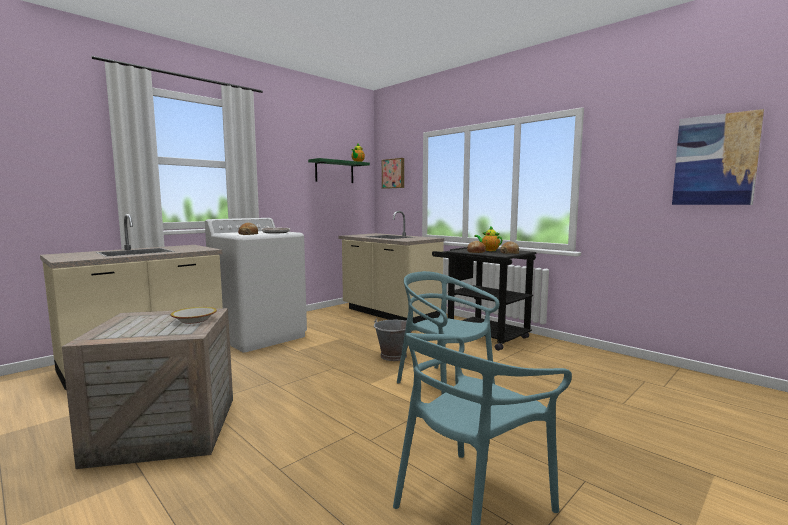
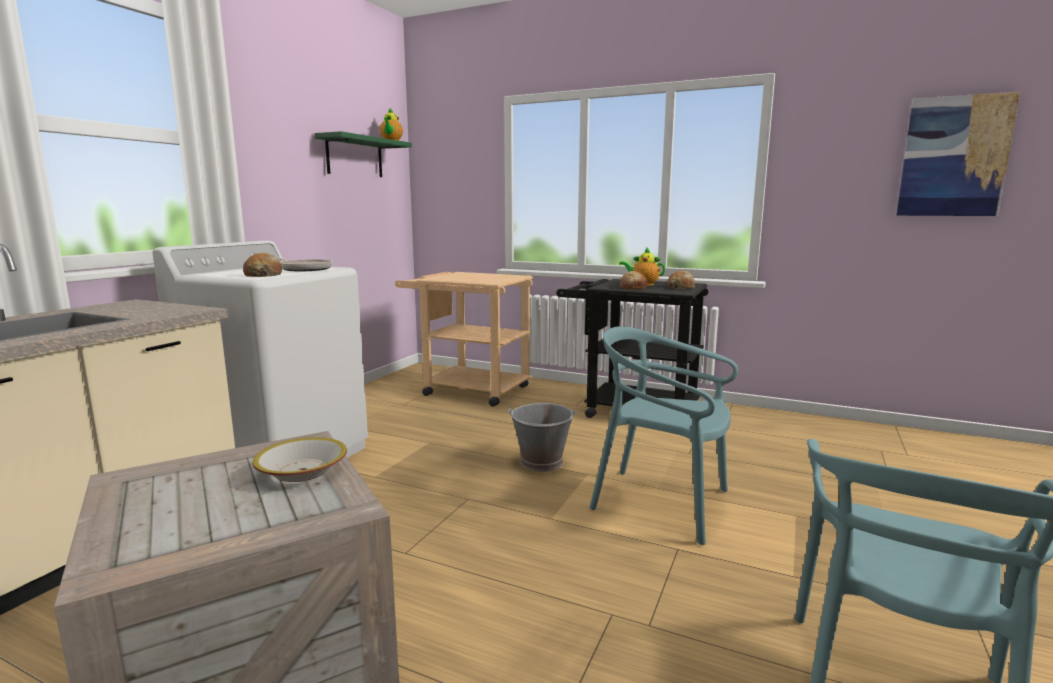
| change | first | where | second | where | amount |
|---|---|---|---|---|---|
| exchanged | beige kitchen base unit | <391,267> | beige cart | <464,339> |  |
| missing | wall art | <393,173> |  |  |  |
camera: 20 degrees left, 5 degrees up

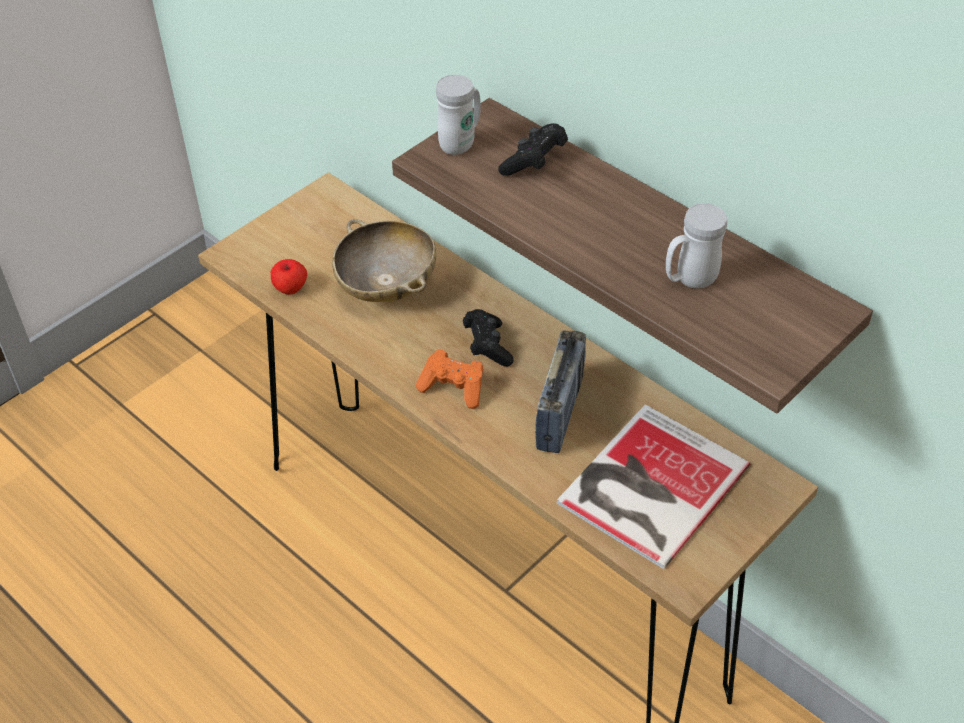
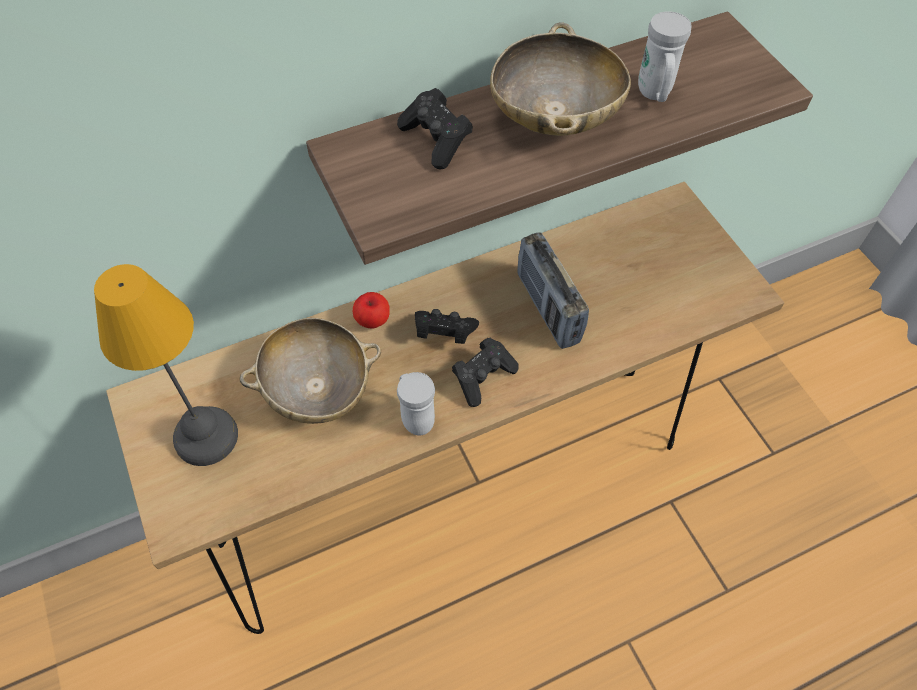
| change | first | where | second | where | amount |
|---|---|---|---|---|---|
| appeared |  |  | tabletop lamp | <166,365> |  |
| relocated | whole apple | <289,277> |  | <371,310> |  |
| relocated | white mug | <458,115> |  | <416,403> |  |
| colour | orangey joypad | <450,379> | blackish joypad | <485,372> |  |
| appeared |  |  | beige serving bowl | <560,79> |  |
| spun | radio set | <560,391> |  | <553,290> | 150 degrees counterclockwise |
| missing | volume | <653,486> |  |  |  |
camera: 70 degrees left, 10 degrees up

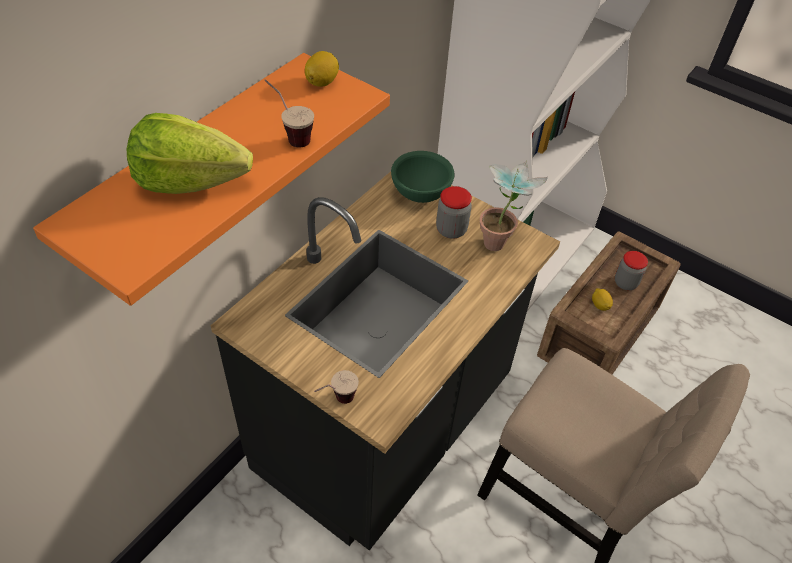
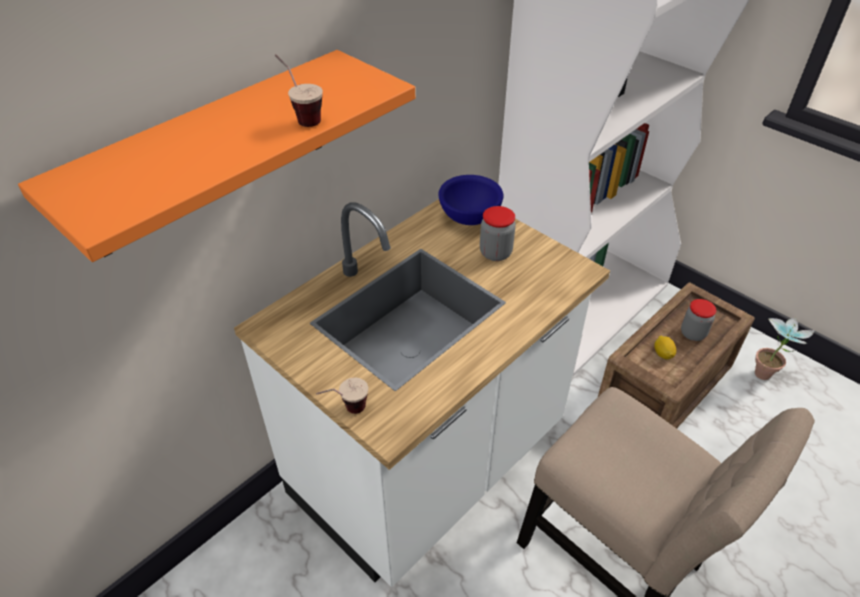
| change | first | where | second | where | amount |
|---|---|---|---|---|---|
| colour | blackish kitchen base unit | <385,361> | white kitchen base unit | <422,393> |  |
| colour | green serving bowl | <423,177> | blue serving bowl | <470,200> |  |
| relocated | potted plant | <514,206> |  | <785,348> |  |
| missing | lettuce | <190,153> |  |  |  |
| missing | lemon | <322,69> |  |  |  |
camera: 10 degrees right, 5 degrees down

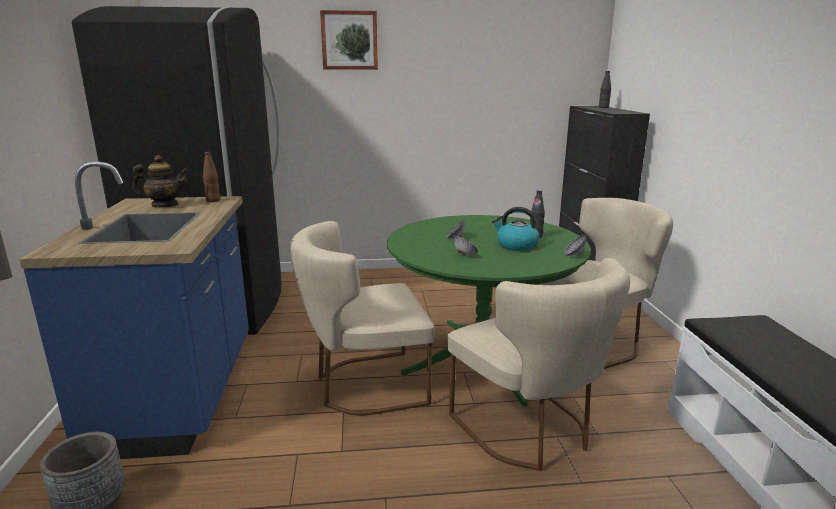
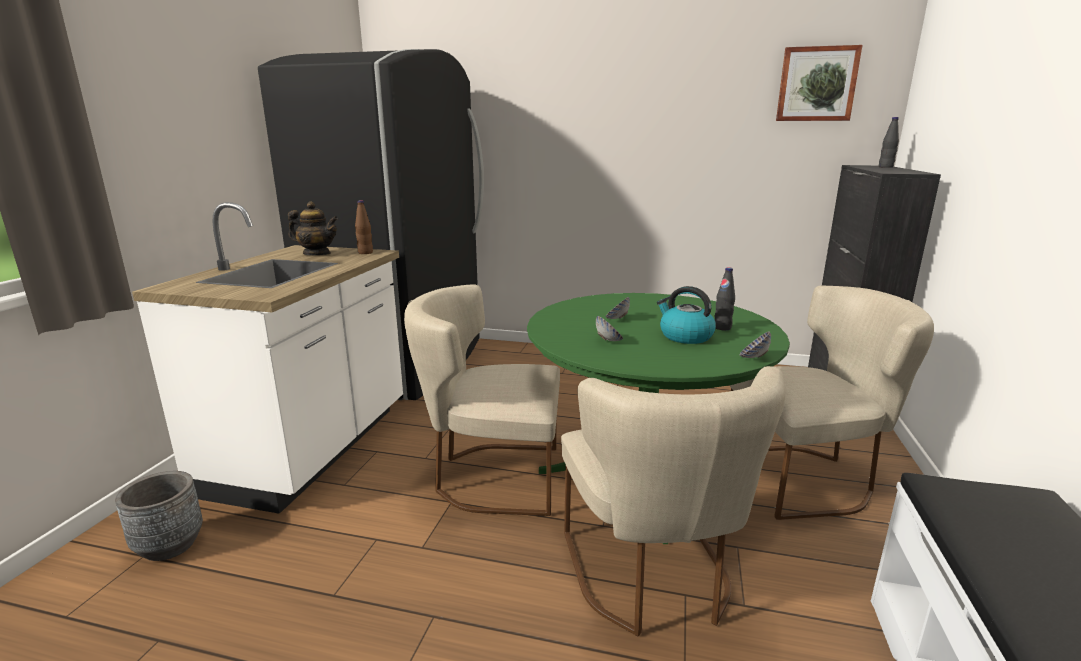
| change | first | where | second | where | amount |
|---|---|---|---|---|---|
| colour | blue kitchen base unit | <134,310> | white kitchen base unit | <267,358> |  |
| relocated | wall art | <349,40> |  | <819,83> |  |
camera: 20 degrees right, 0 degrees up

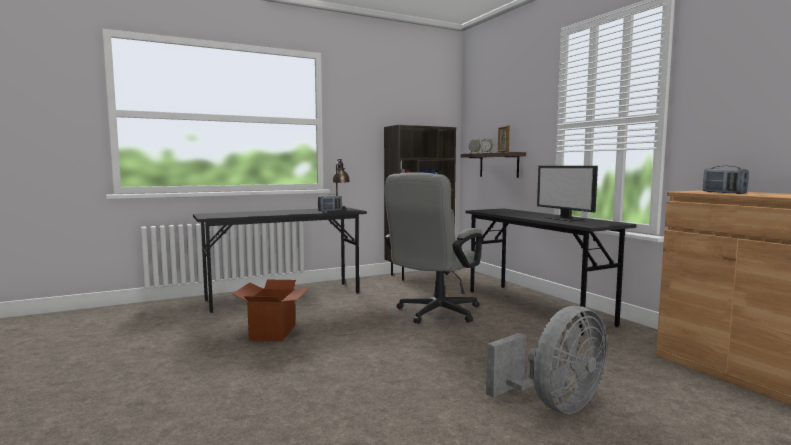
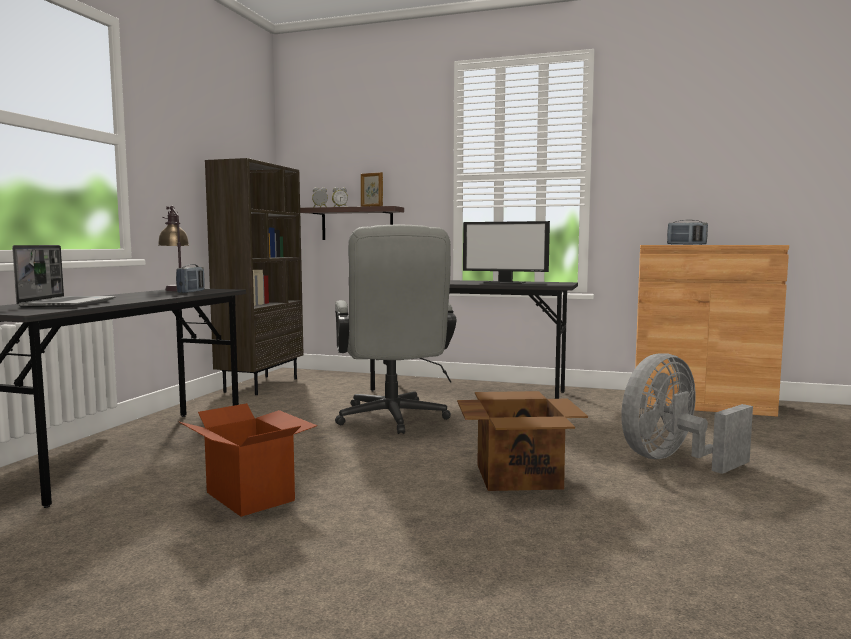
| change | first | where | second | where | amount |
|---|---|---|---|---|---|
| appeared |  |  | laptop | <64,276> |  |
| appeared |  |  | cardboard box | <522,441> |  |
| spun | gray electric fan | <546,360> |  | <687,413> | 135 degrees counterclockwise |
camera: 45 degrees left, 0 degrees up

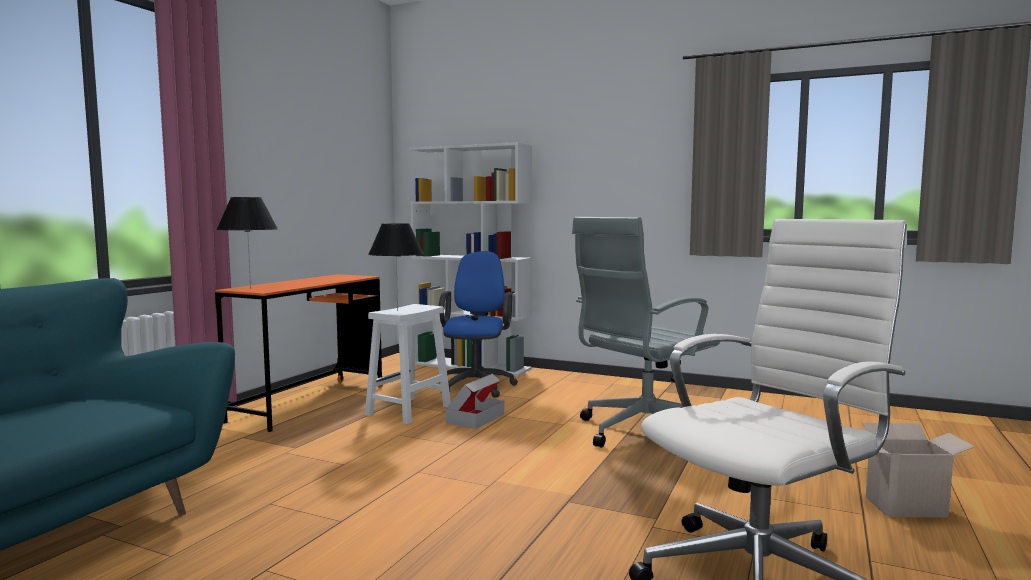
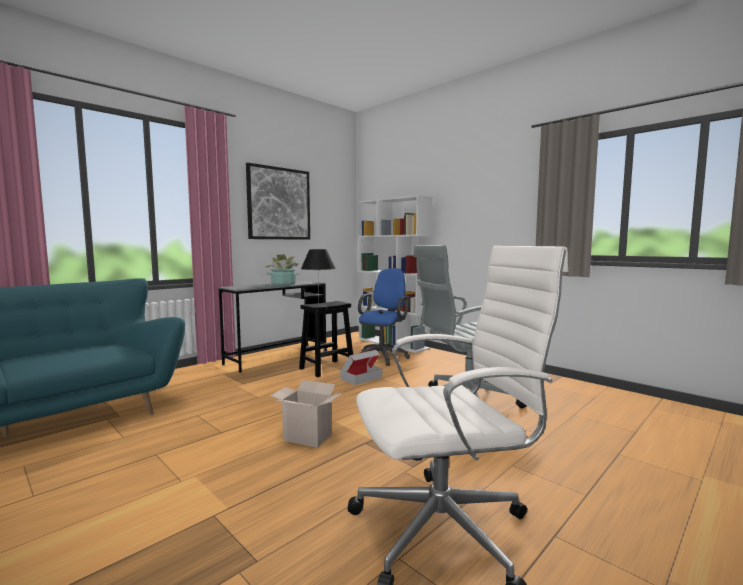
| change | first | where | second | where | amount |
|---|---|---|---|---|---|
| colour | orangey desk table | <299,353> | gray desk table | <273,327> |  |
| appeared |  |  | wall art | <278,201> |  |
| appeared |  |  | potted plant | <282,269> |  |
| relocated | cardboard box | <918,470> |  | <306,414> |  |
| colour | white stool seat | <408,364> | blackish stool seat | <326,339> |  |
| missing | blackish tabletop lamp | <247,243> |  |  |  |
camera: 20 degrees right, 0 degrees up

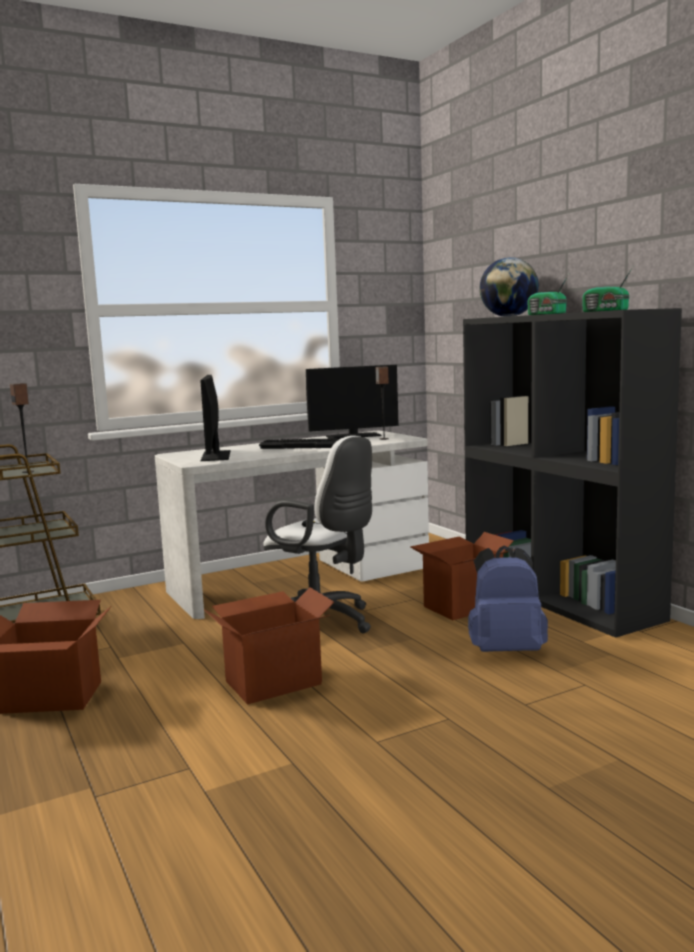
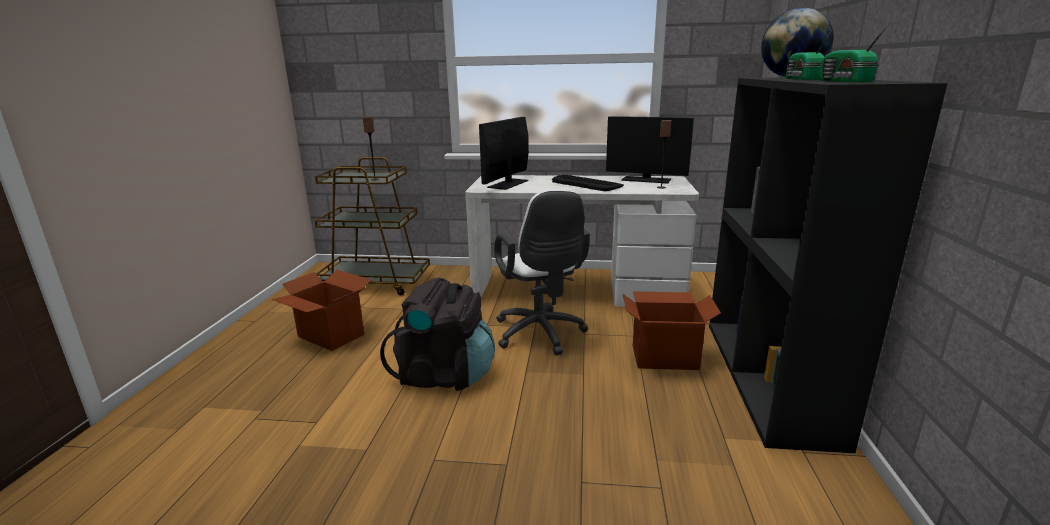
| change | first | where | second | where | amount |
|---|---|---|---|---|---|
| exchanged | cardboard box | <268,646> | blackish knapsack | <437,334> |  |
| missing | blue knapsack | <508,599> |  |  |  |
camera: 35 degrees right, 10 degrees up

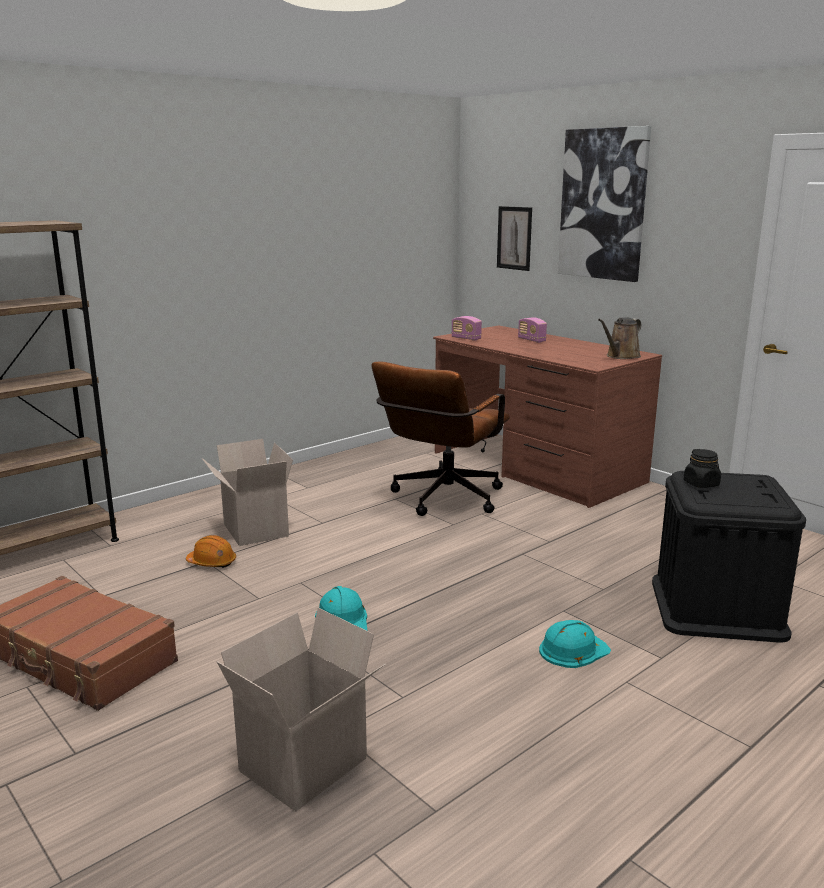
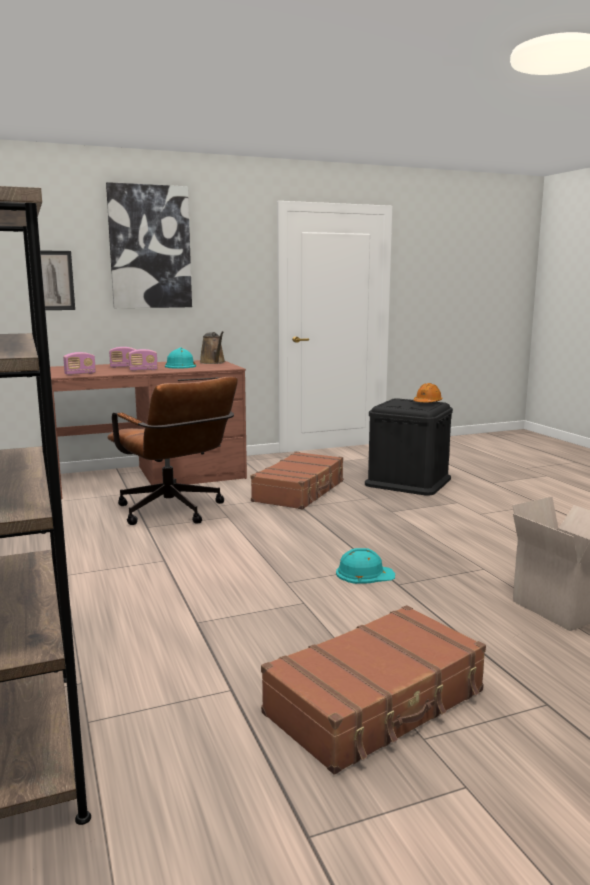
| change | first | where | second | where | amount |
|---|---|---|---|---|---|
| appeared |  |  | radio set | <143,360> |  |
| relocated | turquoise work helmet | <575,644> |  | <180,358> |  |
| appeared |  |  | brown-coloured suitcase | <297,481> |  |
| relocated | orangey work helmet | <211,551> |  | <428,392> |  |
| missing | cardboard box | <247,492> |  |  |  |
| missing | blackish jar | <702,468> |  |  |  |
camera: 70 degrees left, 5 degrees down

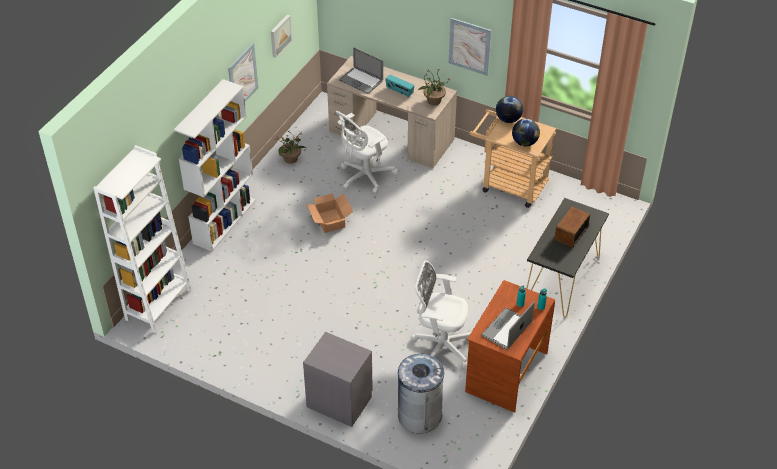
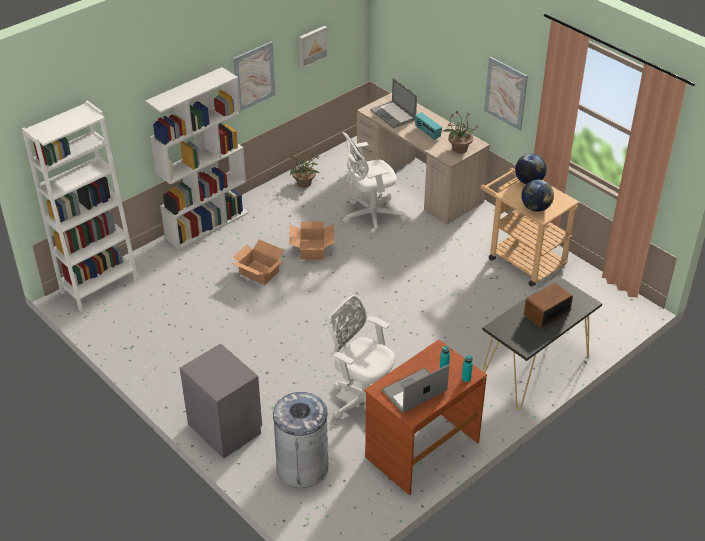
| change | first | where | second | where | amount |
|---|---|---|---|---|---|
| appeared |  |  | cardboard box | <258,262> |  |
camera: 20 degrees right, 5 degrees down

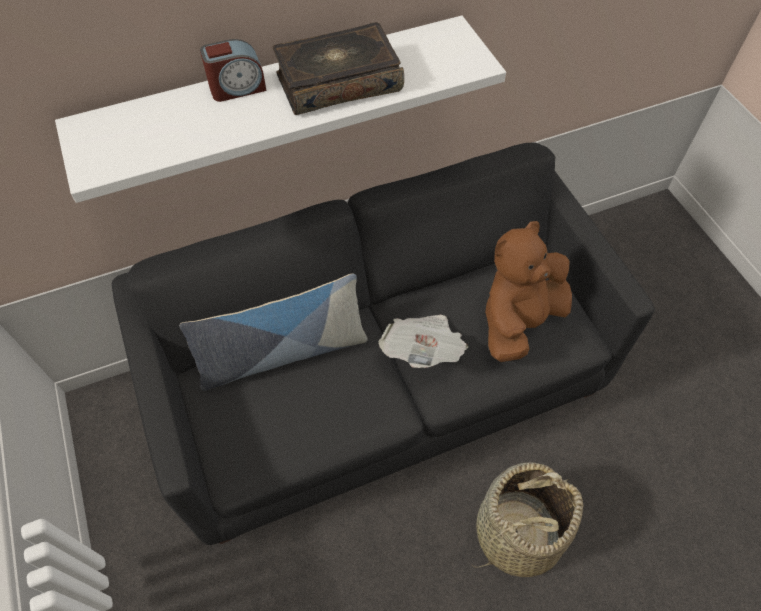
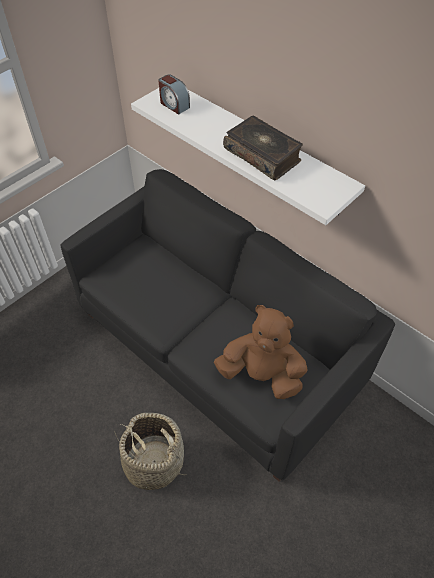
| change | first | where | second | where | amount |
|---|---|---|---|---|---|
| relocated | table clock | <233,70> |  | <174,94> |  |
| missing | throw pillow | <273,332> |  |  |  |
| missing | printed paper | <423,341> |  |  |  |
camera: 65 degrees right, 5 degrees down

